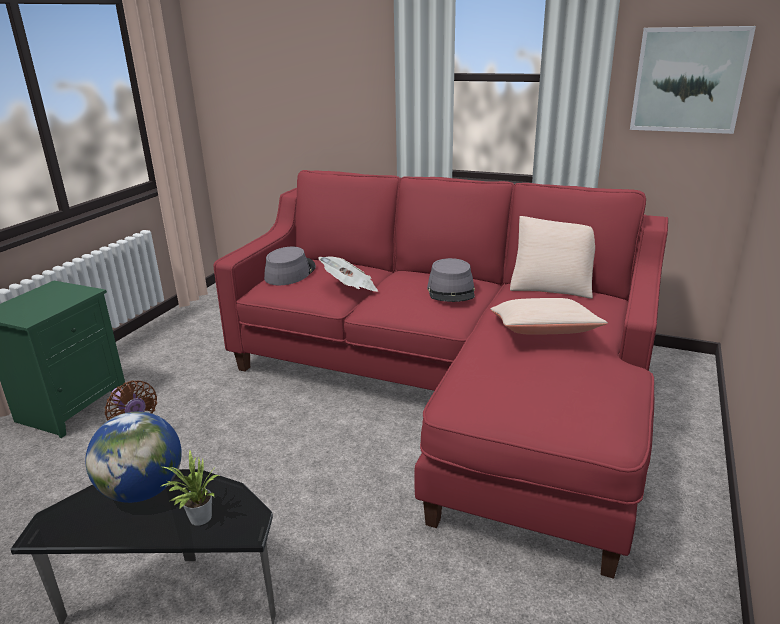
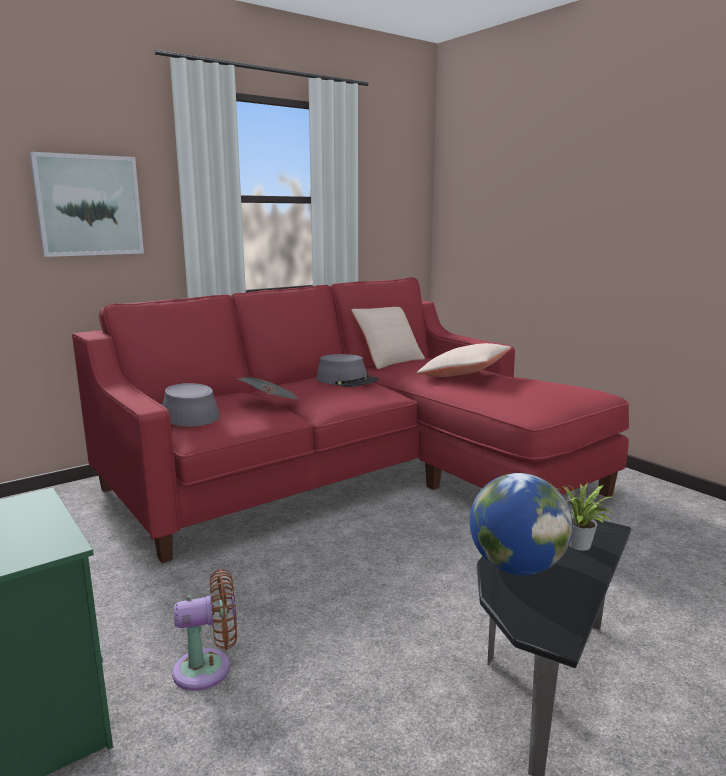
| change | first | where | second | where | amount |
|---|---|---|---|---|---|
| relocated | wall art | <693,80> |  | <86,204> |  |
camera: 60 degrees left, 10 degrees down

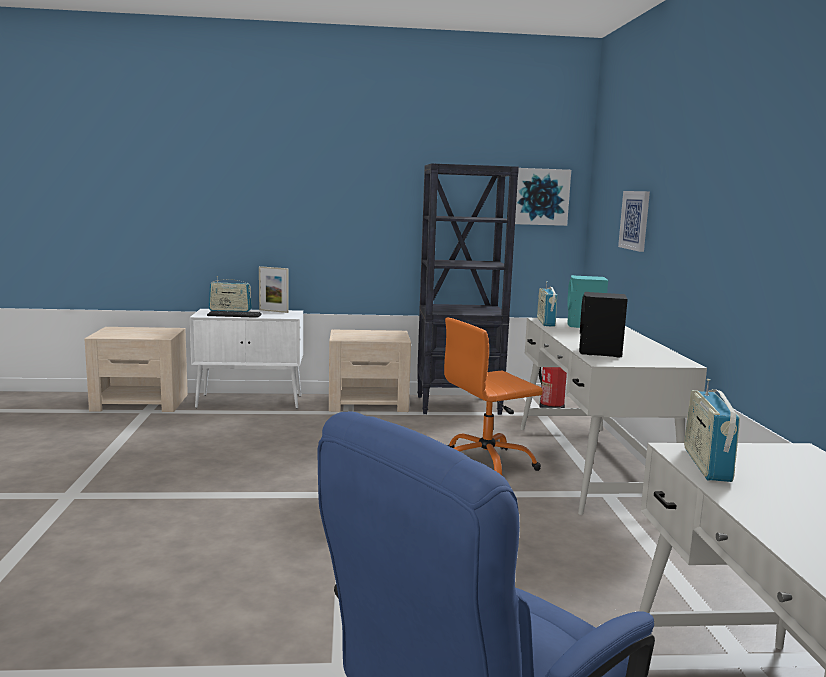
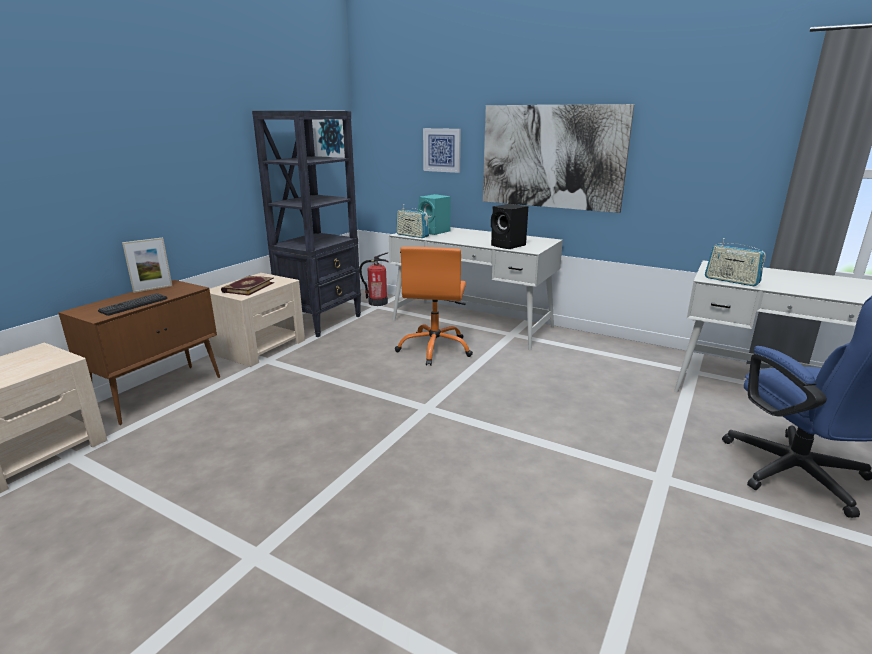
| change | first | where | second | where | amount |
|---|---|---|---|---|---|
| colour | white storage cabinet | <246,359> | brown-coloured storage cabinet | <139,352> |  |
| appeared |  |  | volume | <247,286> |  |
| appeared |  |  | wall art | <559,158> |  |
| missing | radio set | <230,294> |  |  |  |
camera: 55 degrees left, 10 degrees up

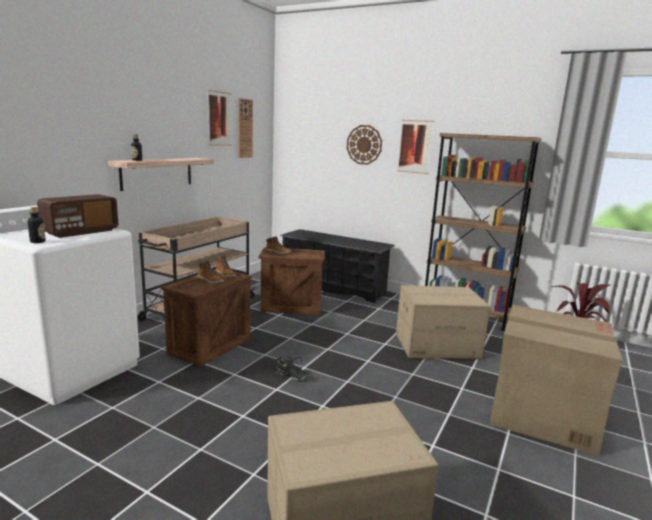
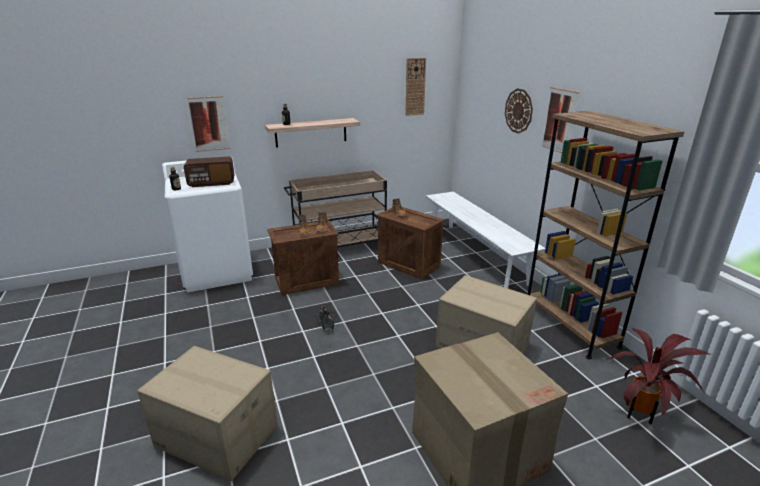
| change | first | where | second | where | amount |
|---|---|---|---|---|---|
| relocated | wall art | <219,118> |  | <208,124> |  |
| exchanged | blackish shoe stand | <337,266> | white bench | <485,240> |  |
camera: 40 degrees right, 10 degrees up

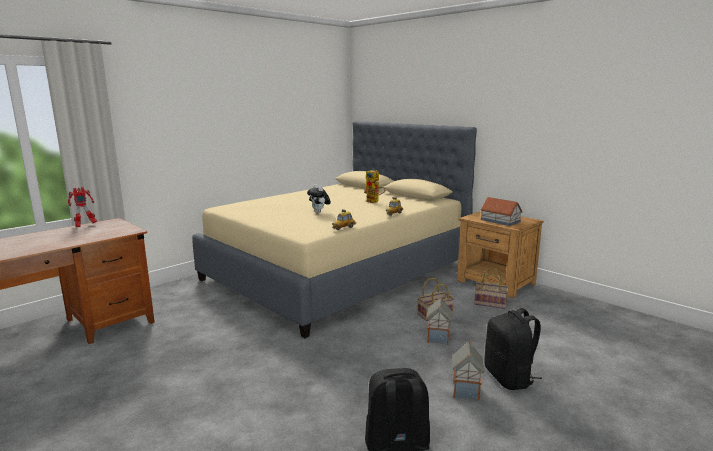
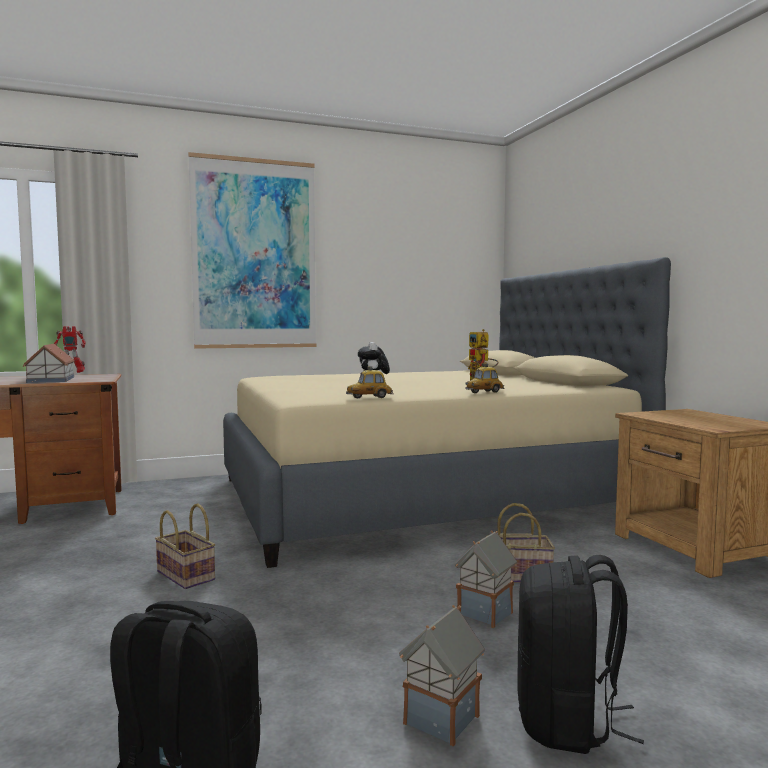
| change | first | where | second | where | amount |
|---|---|---|---|---|---|
| relocated | toy house | <501,211> |  | <49,363> |  |
| relocated | storage basket | <491,288> |  | <185,546> |  |
| appeared |  |  | wall art | <252,250> |  |
camera: 25 degrees right, 10 degrees down

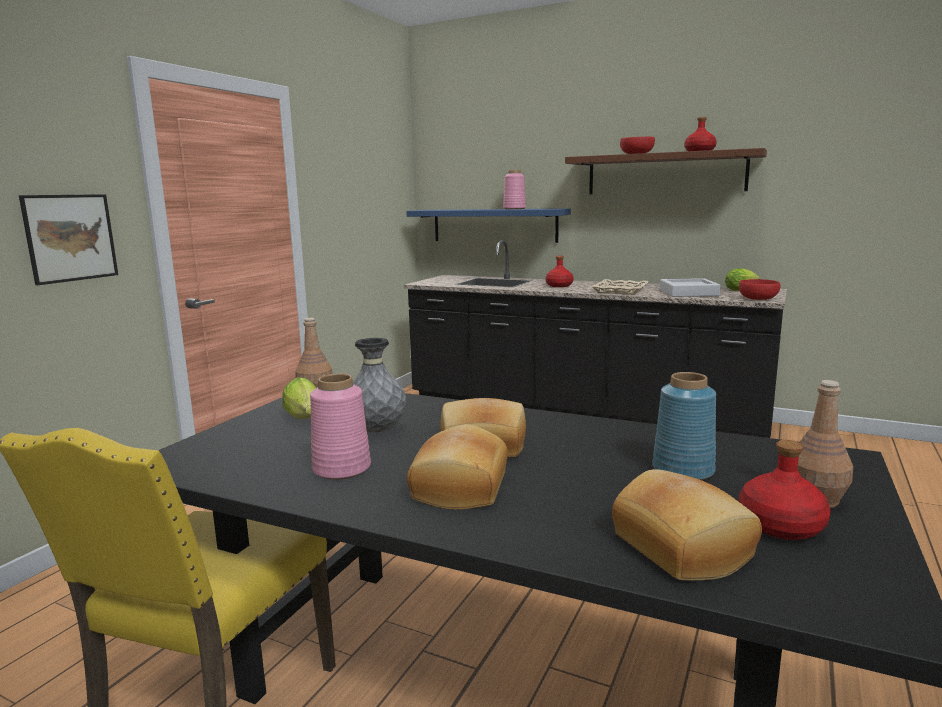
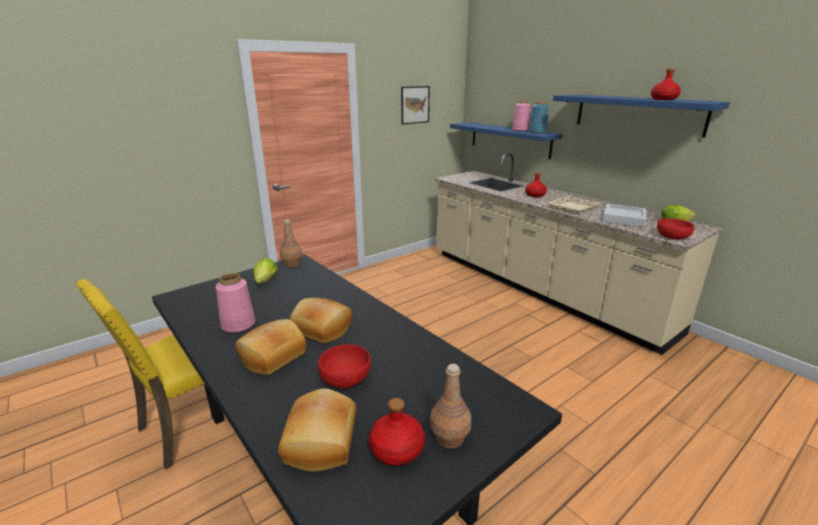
| change | first | where | second | where | amount |
|---|---|---|---|---|---|
| relocated | red serving bowl | <637,145> |  | <344,366> |  |
| relocated | wall art | <68,239> |  | <415,105> |  |
| colour | blackish kitchen base unit | <595,339> | beige kitchen base unit | <578,254> |  |
| relocated | blue vase | <684,426> |  | <539,117> |  |
| colour | brown-coloured bracket shelf | <666,171> | blue bracket shelf | <641,115> |  |
| missing | gray vase | <379,385> |  |  |  |
camera: 25 degrees right, 10 degrees up

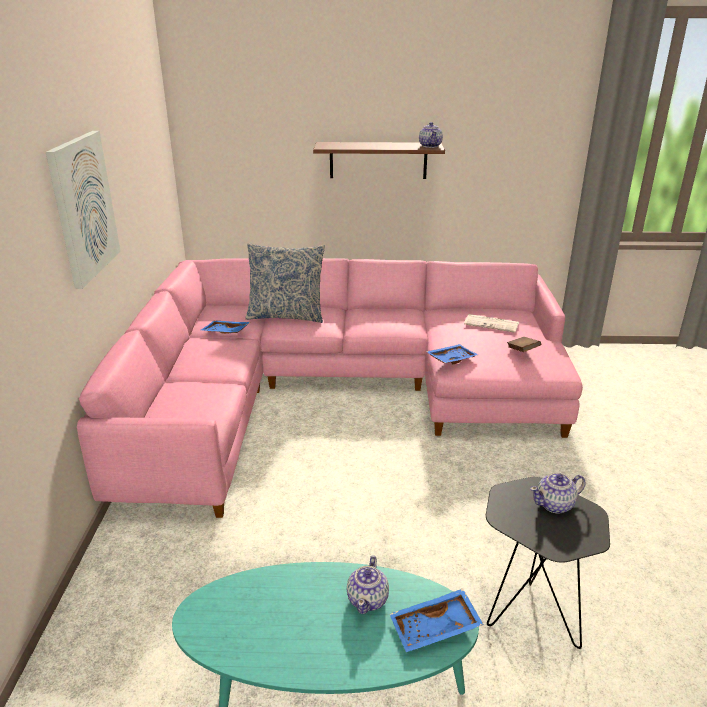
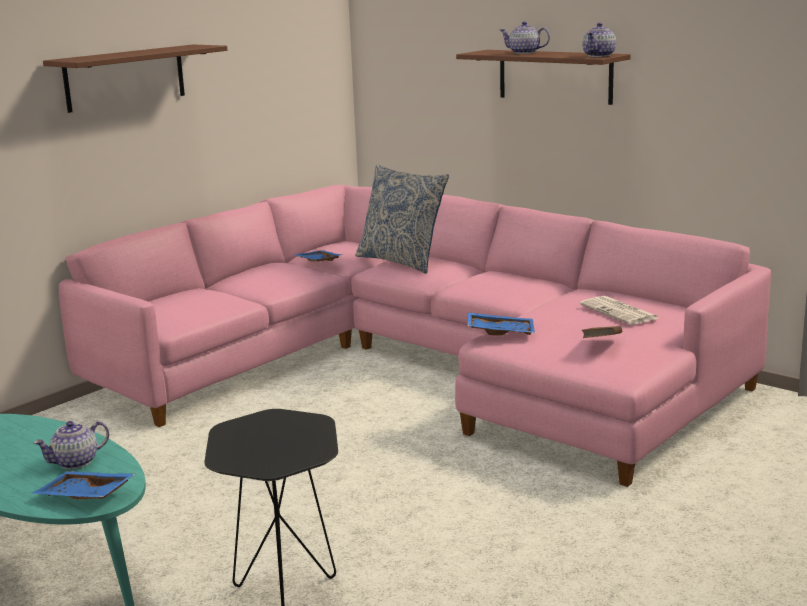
| change | first | where | second | where | amount |
|---|---|---|---|---|---|
| exchanged | wall art | <83,210> | brown-coloured bracket shelf | <135,79> |  |
| relocated | teapot | <557,493> |  | <525,37> |  |
camera: 40 degrees right, 10 degrees down

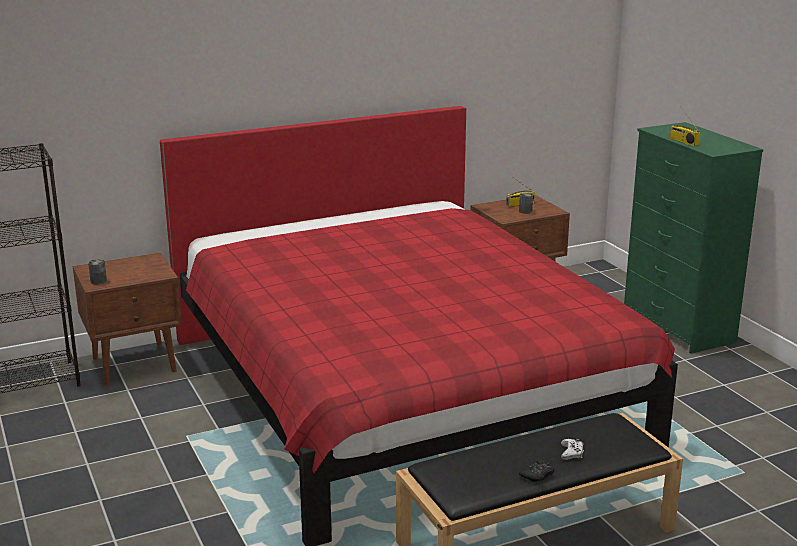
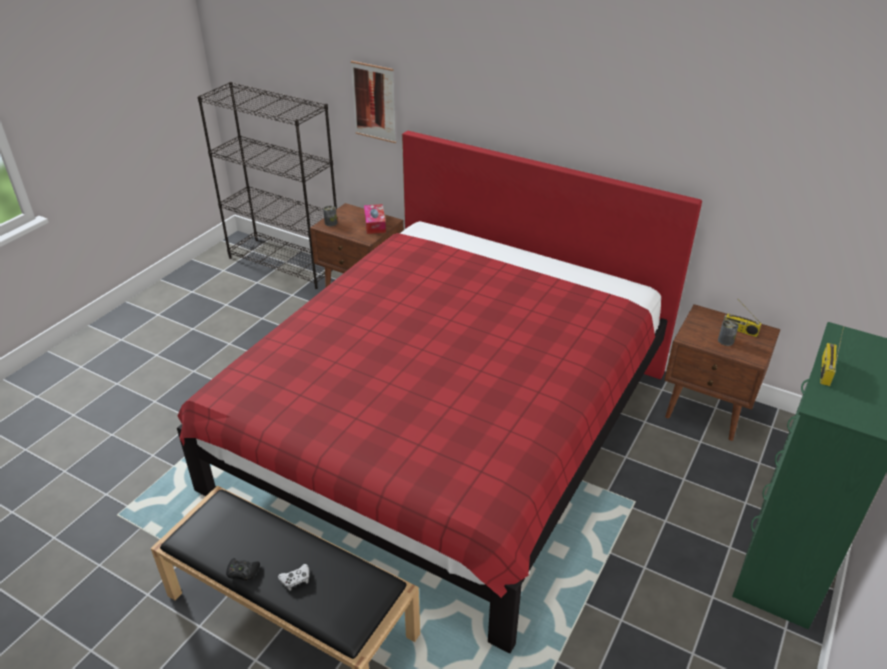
| change | first | where | second | where | amount |
|---|---|---|---|---|---|
| appeared |  |  | wall art | <373,102> |  |
| appeared |  |  | tissue box | <375,219> |  |
camera: 55 degrees right, 15 degrees up

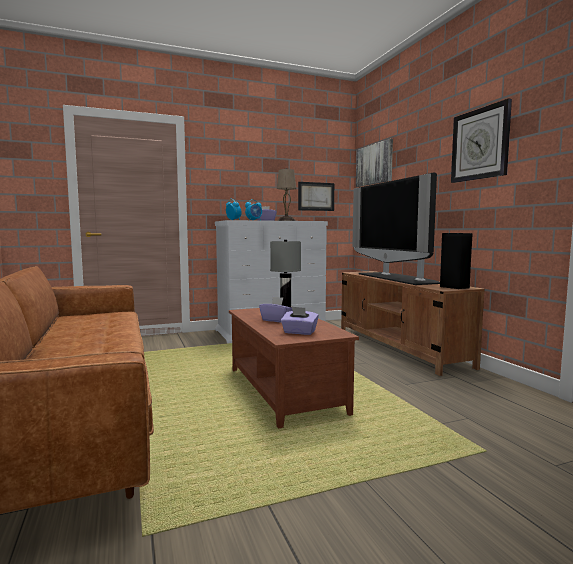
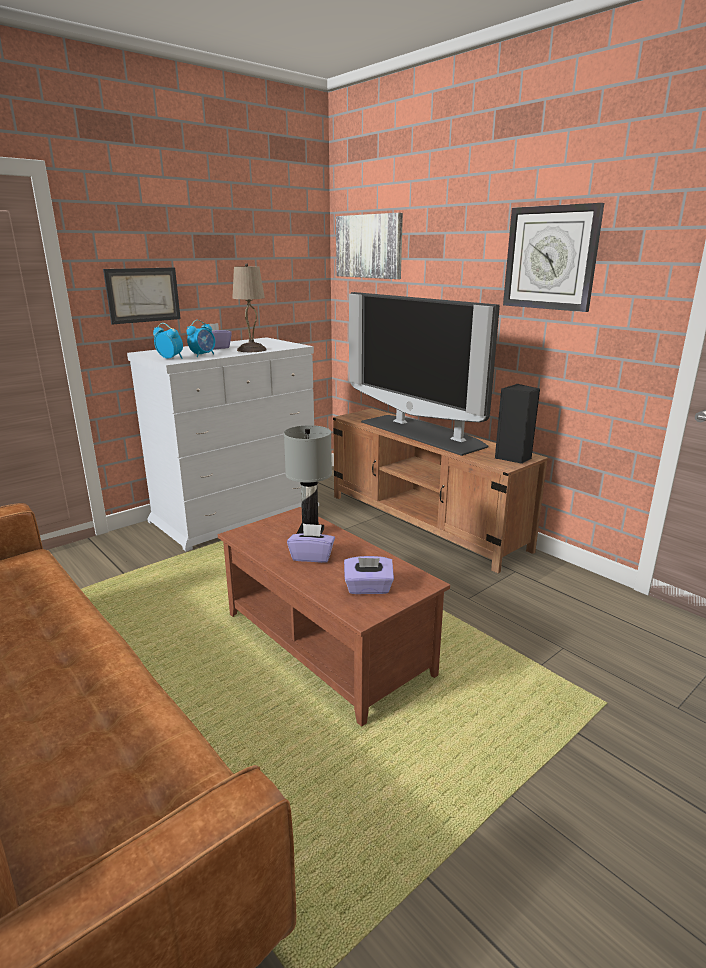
| change | first | where | second | where | amount |
|---|---|---|---|---|---|
| relocated | wall art | <316,196> |  | <142,296> |  |
camera: 20 degrees left, 15 degrees up

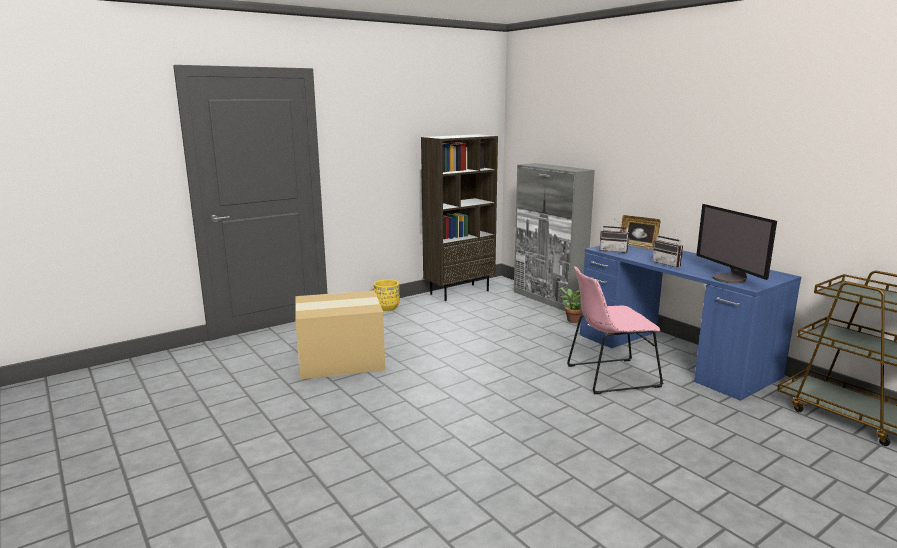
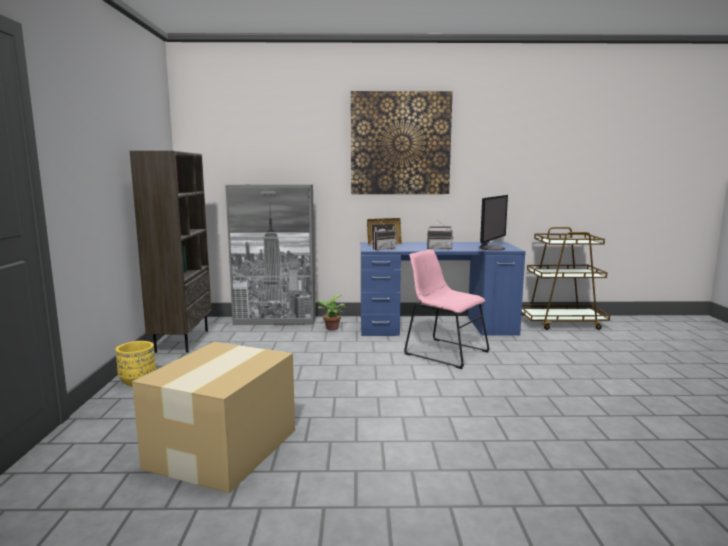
| change | first | where | second | where | amount |
|---|---|---|---|---|---|
| appeared |  |  | wall art | <401,142> |  |
| spun | pink plain chair | <615,330> |  | <447,309> | 105 degrees clockwise |
| spun | computer display | <736,243> |  | <493,223> | 75 degrees counterclockwise |
camera: 55 degrees left, 5 degrees down

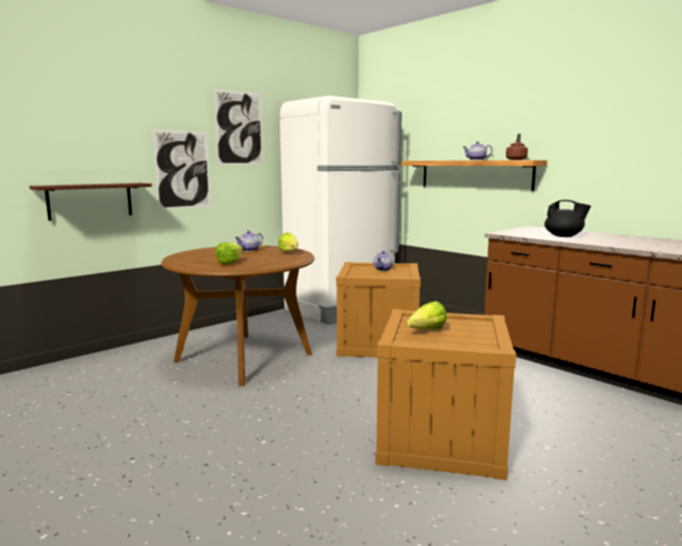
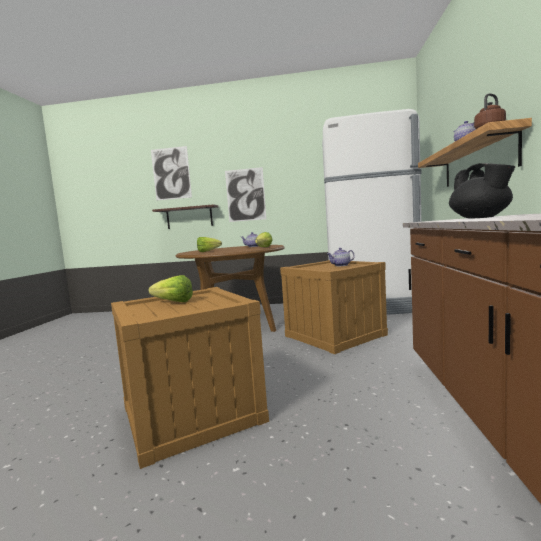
| change | first | where | second | where | amount |
|---|---|---|---|---|---|
| relocated | wall art | <238,127> |  | <171,173> |  |
camera: 50 degrees right, 5 degrees down

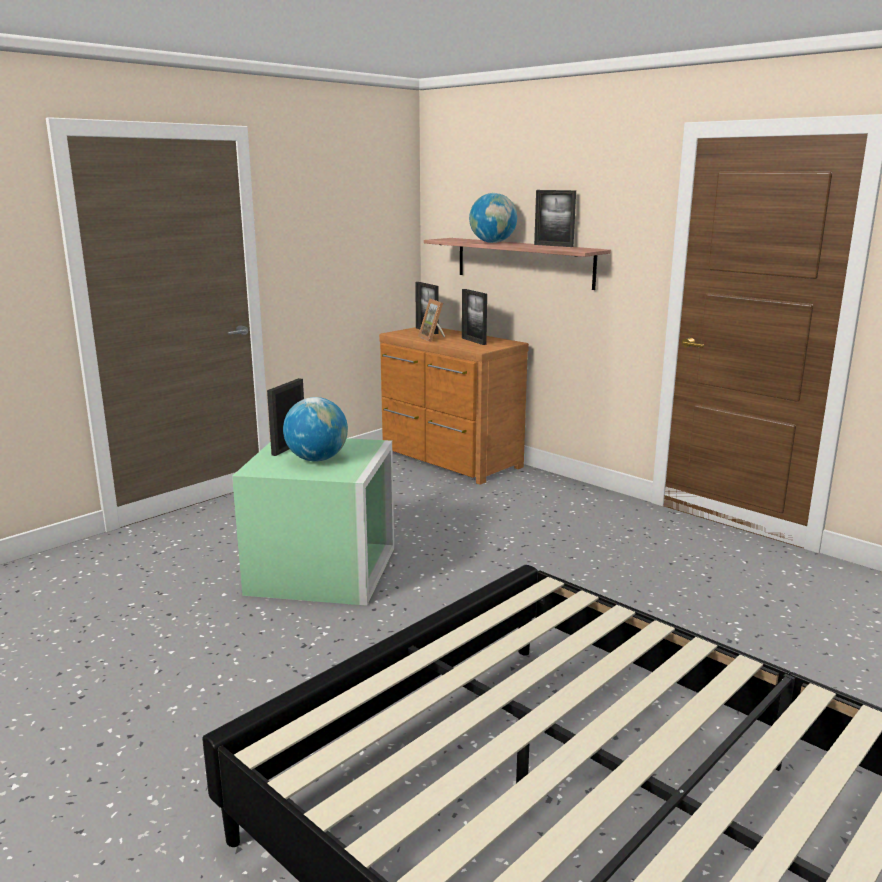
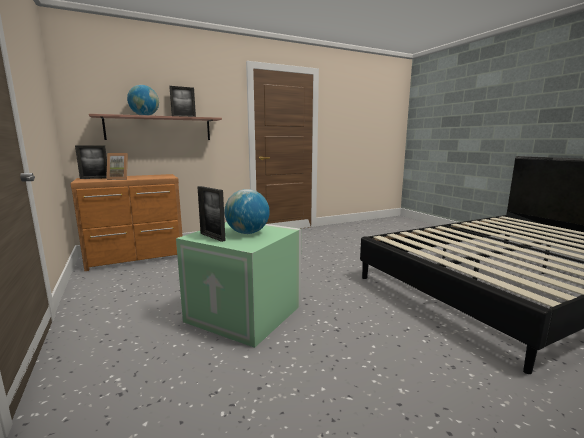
| change | first | where | second | where | amount |
|---|---|---|---|---|---|
| missing | photo frame | <474,317> |  |  |  |
camera: 70 degrees left, 5 degrees down

